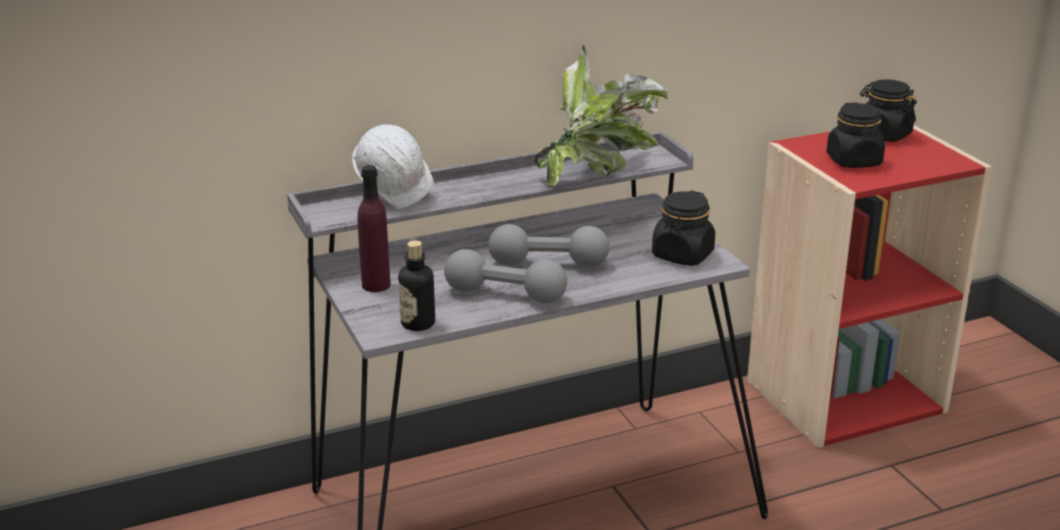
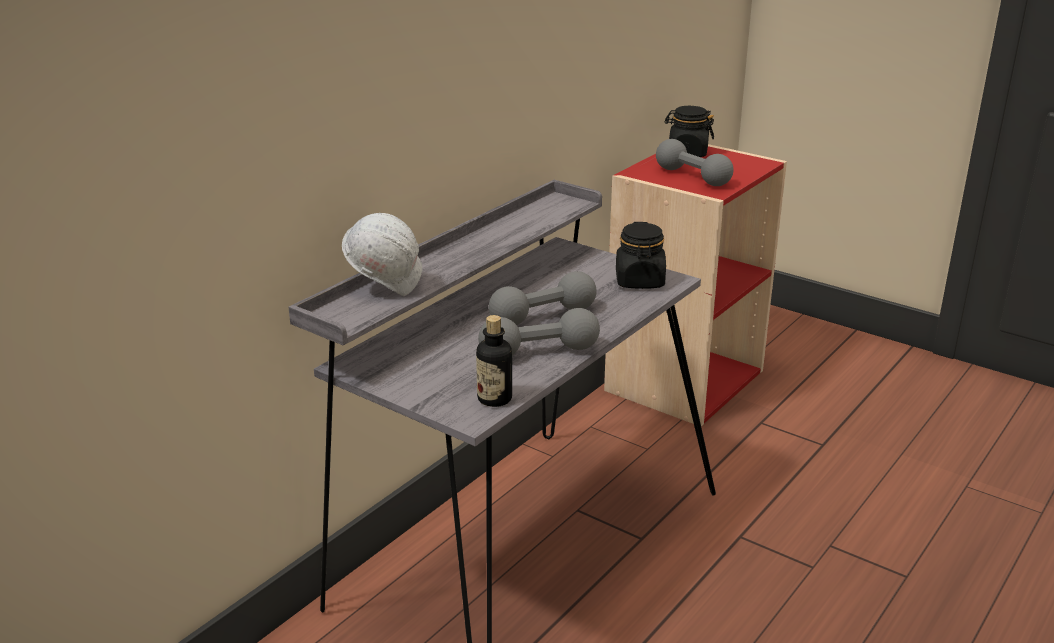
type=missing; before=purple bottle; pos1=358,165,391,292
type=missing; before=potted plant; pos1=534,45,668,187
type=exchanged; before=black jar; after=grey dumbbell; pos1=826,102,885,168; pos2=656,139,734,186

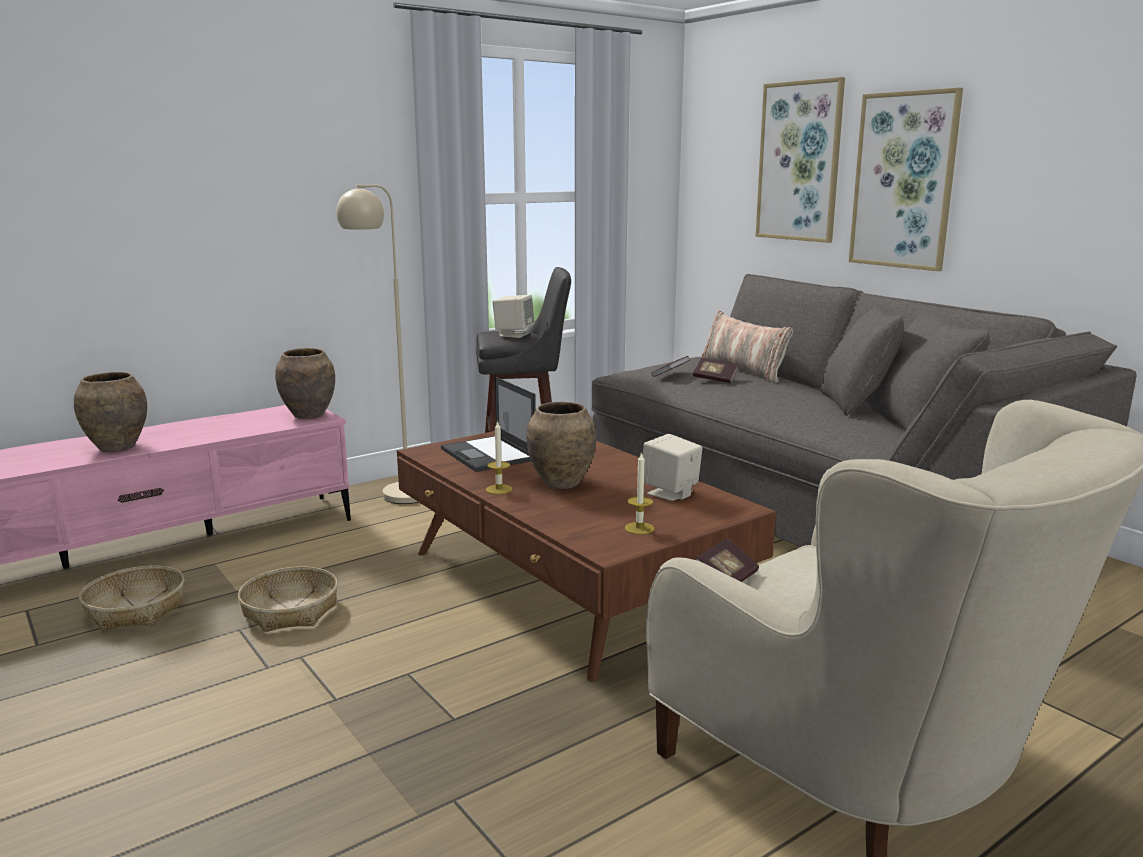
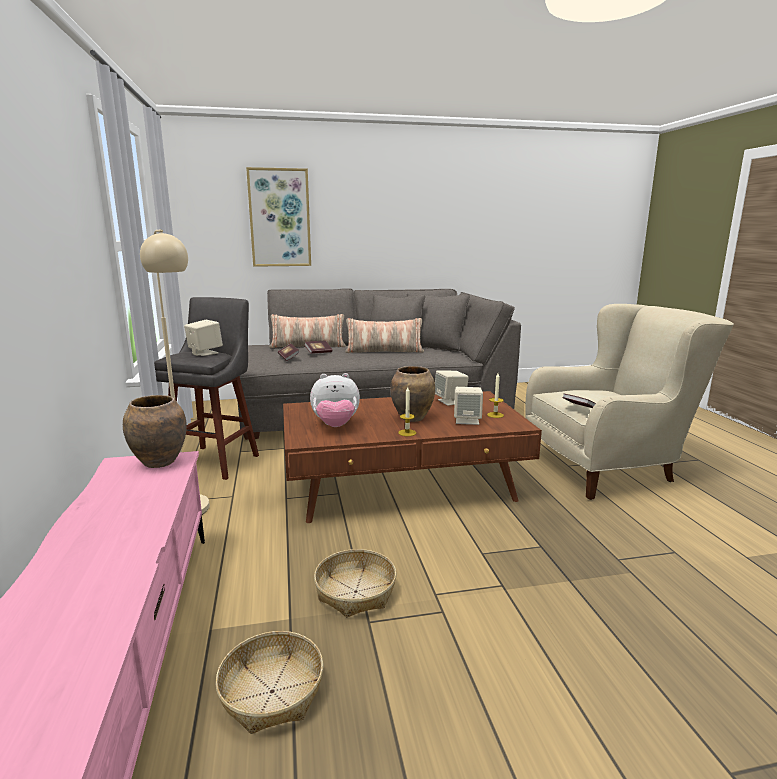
type=missing; before=brown vase; pos1=74,372,147,452
type=missing; before=picture; pos1=849,88,963,271
type=appeared; after=pillow; pos2=345,318,424,353
type=appeared; after=beige speaker; pos2=454,387,483,425
type=exchanged; before=laptop; after=plush toy; pos1=441,377,536,472; pos2=310,373,360,427

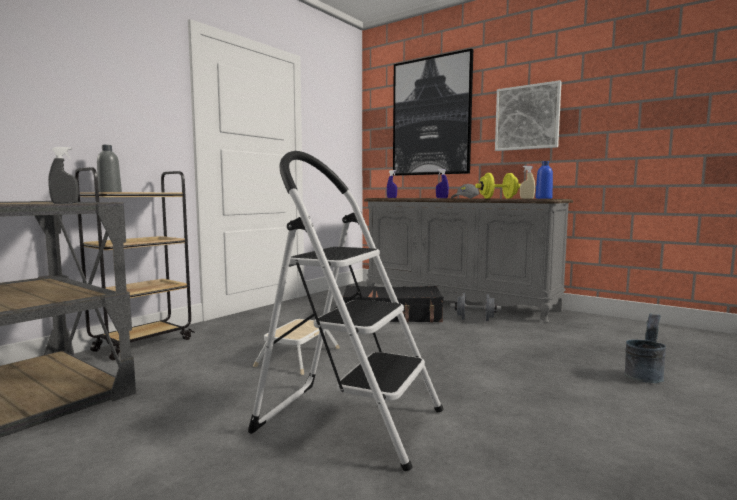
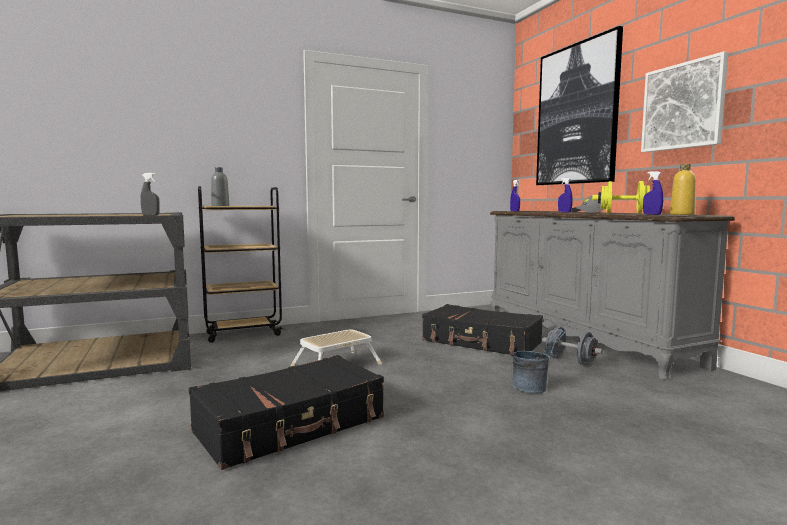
type=relocated; before=grey bucket; pos1=625,313,666,383; pos2=512,329,565,393
type=exchanged; before=step ladder; after=black suitcase; pos1=248,151,444,471; pos2=189,355,384,470
type=colour; before=beige spray bottle; after=blue spray bottle; pos1=520,166,535,199; pos2=643,171,663,215
type=colour; before=blue bottle; after=yellow bottle; pos1=535,161,553,199; pos2=670,164,696,215

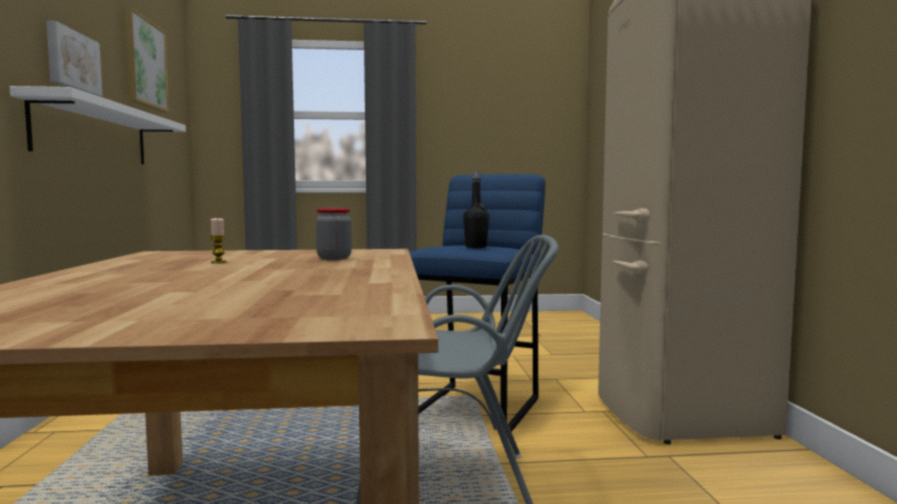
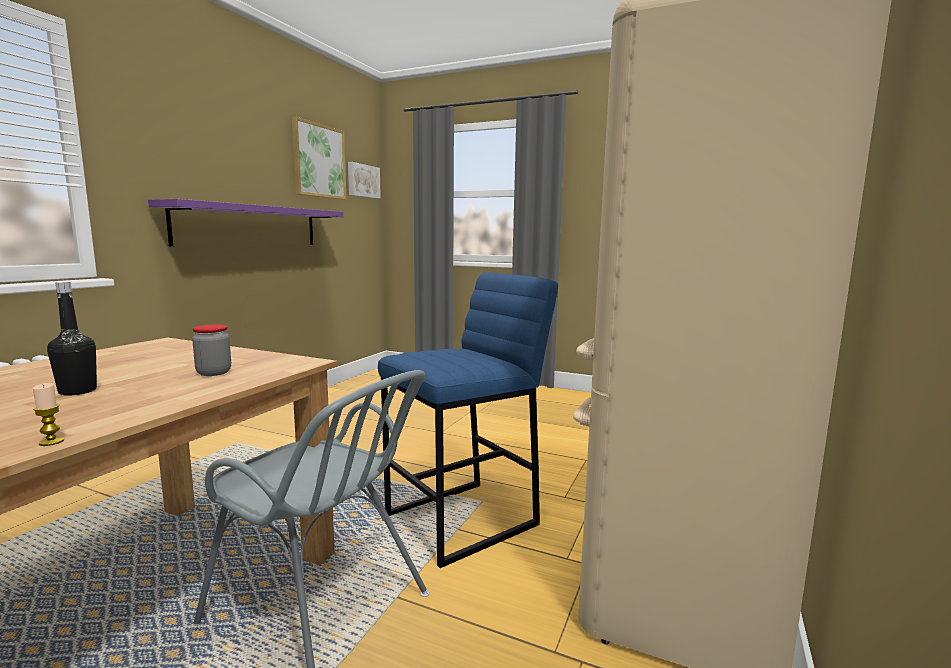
type=relocated; before=picture; pos1=46,20,102,96; pos2=348,162,381,199
type=relocated; before=candle; pos1=210,218,227,264; pos2=33,383,64,446
type=relocated; before=black bottle; pos1=463,171,489,248; pos2=47,282,97,396
type=colour; before=white shelf; after=purple shelf; pos1=10,86,186,165; pos2=148,199,344,246

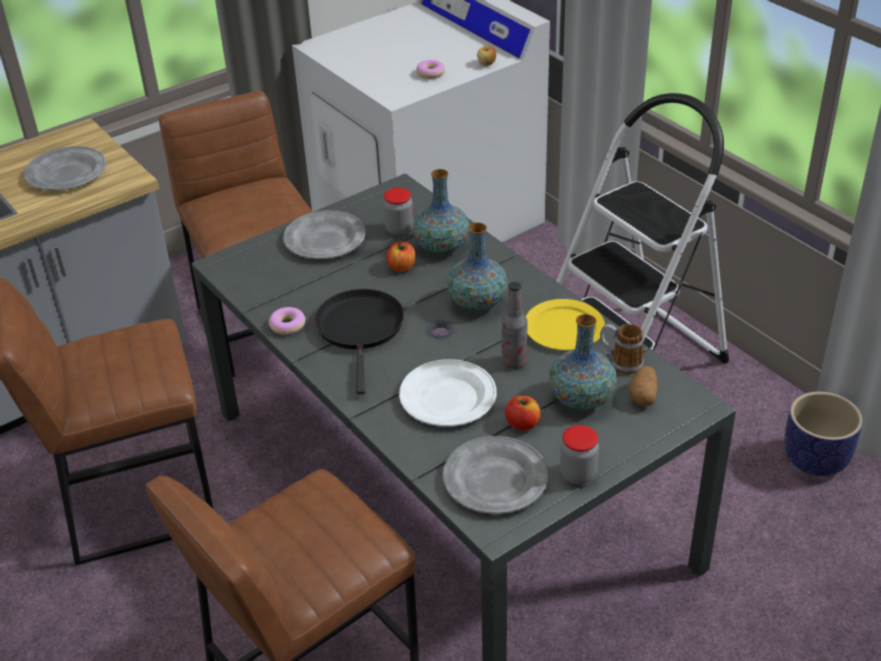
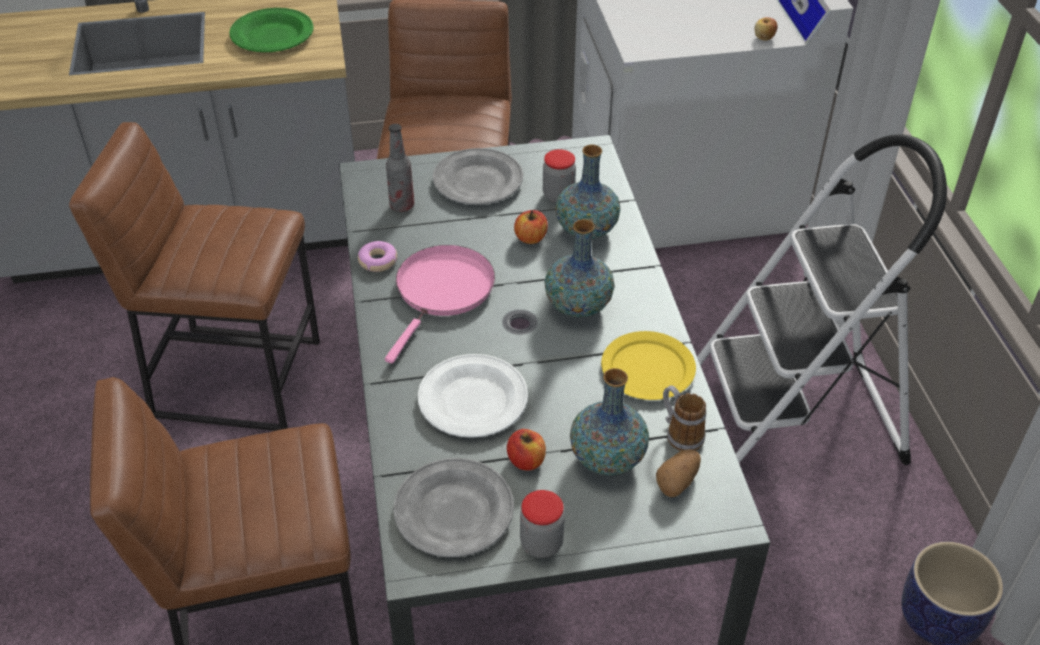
type=missing; before=donut; pos1=416,60,445,79
type=relocated; before=bottle; pos1=502,282,527,369; pos2=386,124,414,212
type=colour; before=grey plate; after=green plate; pos1=24,146,106,190; pos2=229,8,314,52
type=colour; before=black frying pan; after=pink frying pan; pos1=315,289,404,394; pos2=385,245,495,364

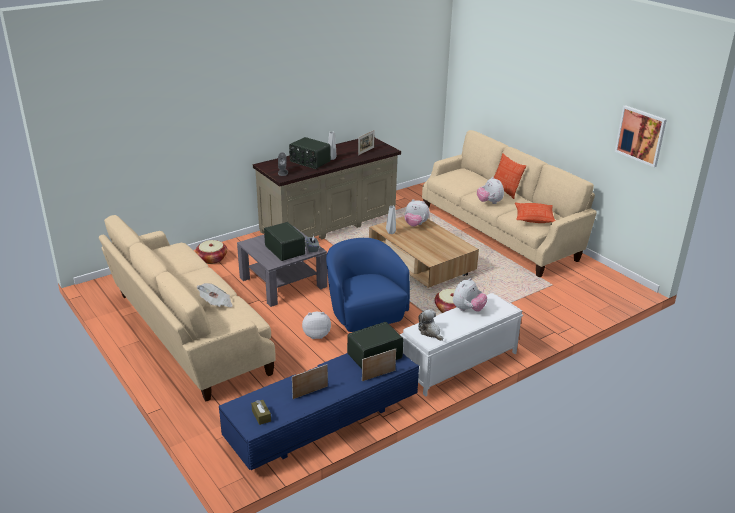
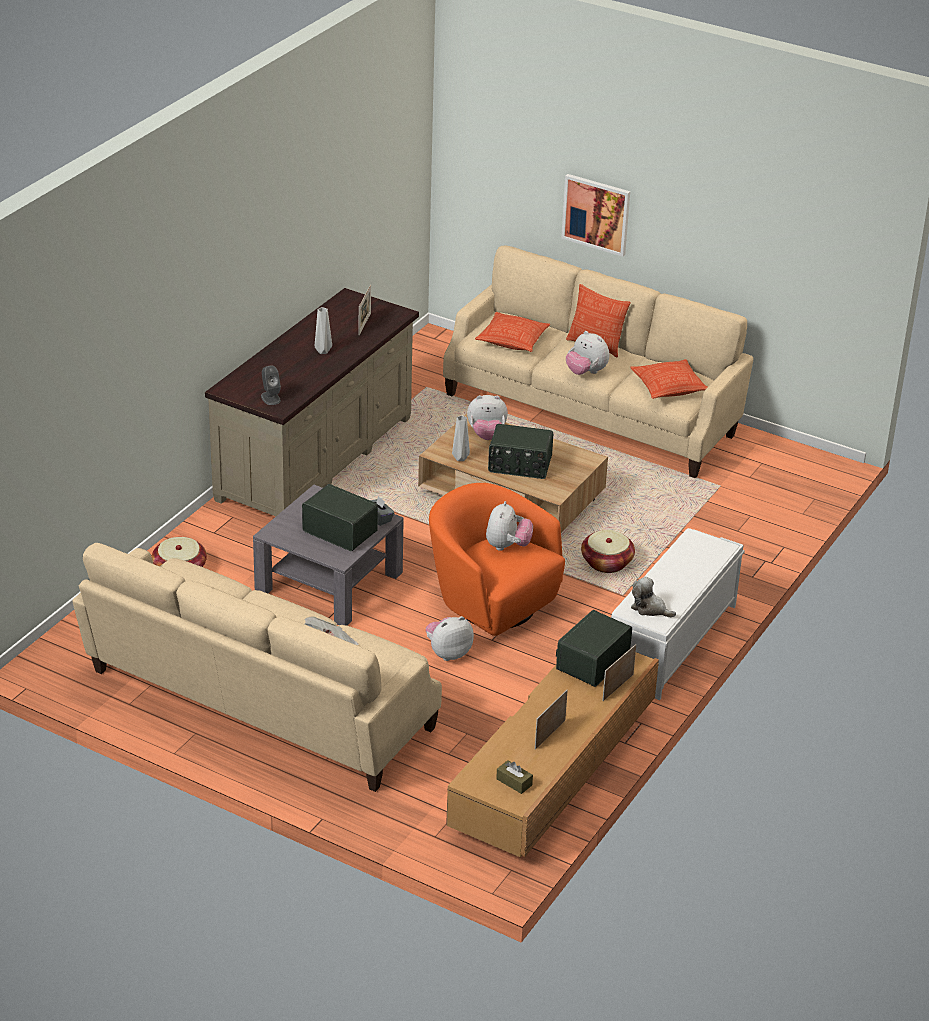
type=appeared; after=orange pillow; pos2=475,312,550,352
type=relocated; before=radio; pos1=289,137,331,169; pos2=488,424,553,479
type=relocated; before=plush toy; pos1=453,278,487,312; pos2=486,501,533,551
type=relocated; before=picture; pos1=615,105,667,167; pos2=561,174,630,257
type=colour; before=blue tv stand; after=brown tv stand; pos1=219,353,419,470; pos2=446,652,659,857
type=colour; before=blue armchair; after=orange armchair; pos1=326,238,410,332; pos2=429,483,565,636

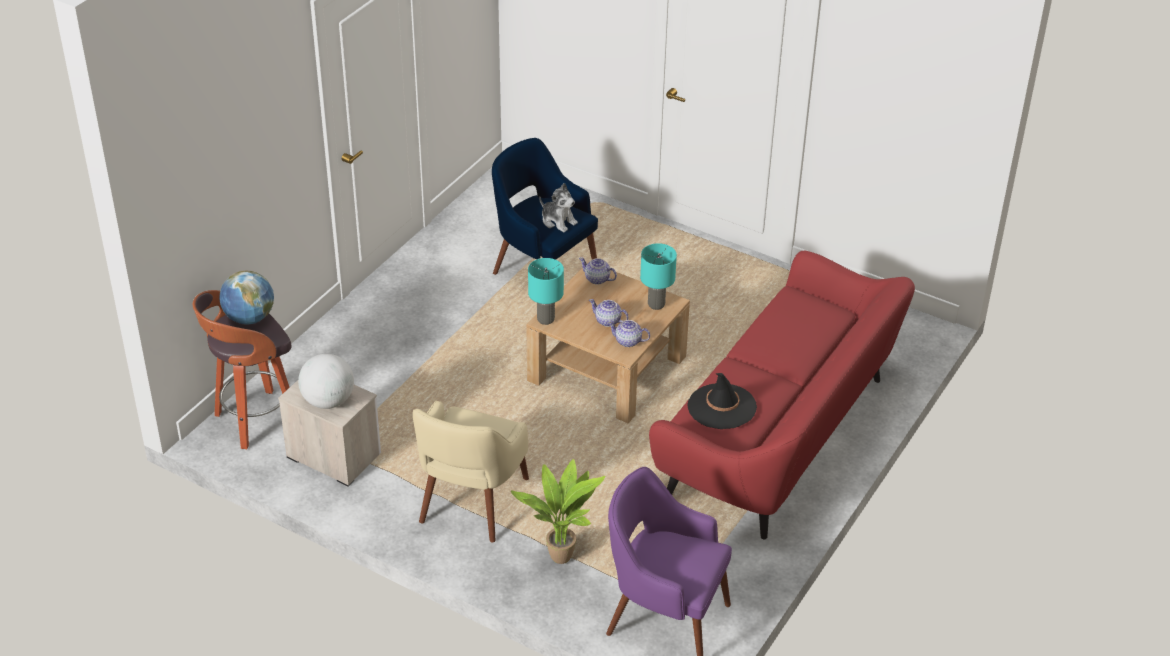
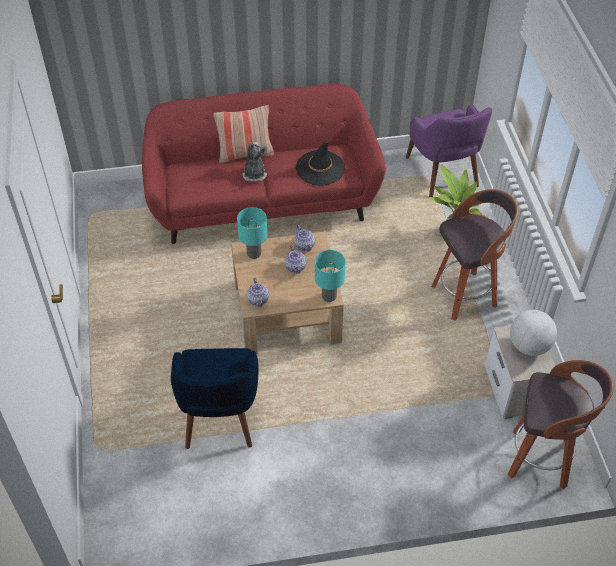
type=missing; before=globe; pos1=219,270,274,325
type=appeared; after=pillow; pos2=213,105,274,163
type=relocated; before=plush toy; pos1=539,183,578,232; pos2=243,142,267,182
type=exchanged; before=beige armchair; after=stool; pos1=413,400,529,543; pos2=431,189,518,321

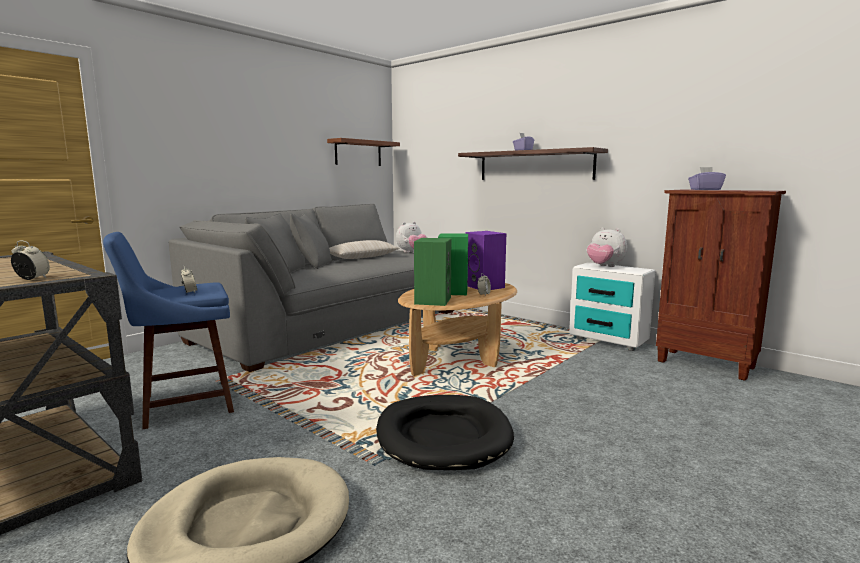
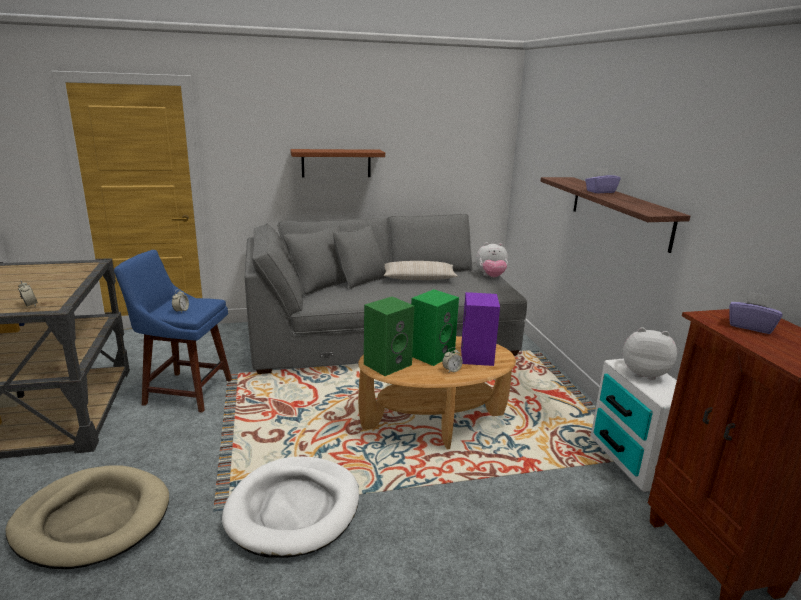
type=relocated; before=brown shelf; pos1=327,138,400,166; pos2=290,149,385,178
type=colour; before=black dog bed; after=white dog bed; pos1=376,395,514,470; pos2=222,456,359,558
type=spun; before=plush toy; pos1=587,227,627,267; pos2=623,327,677,380; turn=120

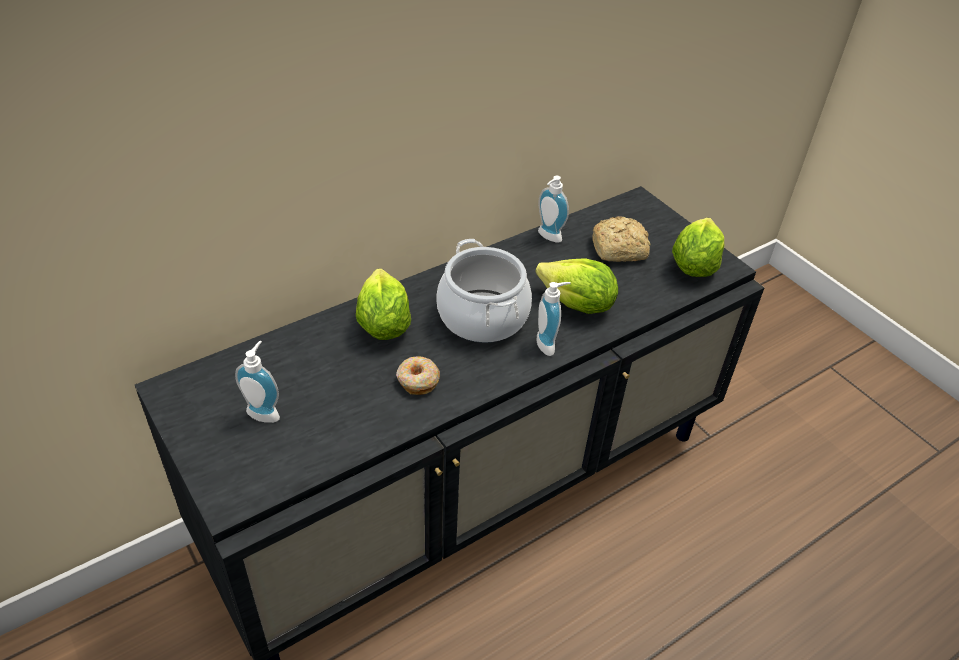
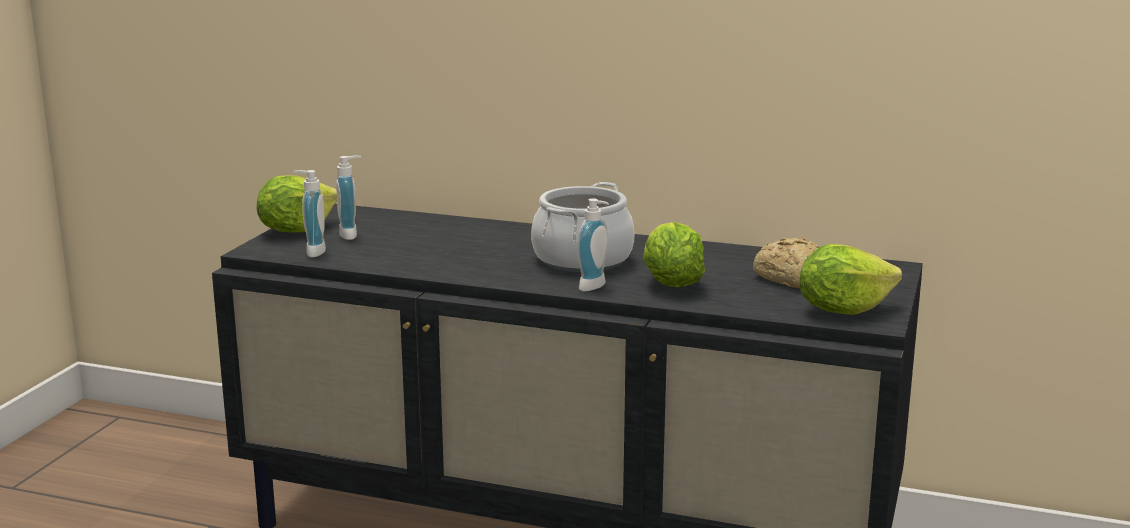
type=missing; before=donut; pos1=396,356,440,395
type=relocated; before=lettuce; pos1=356,269,411,340; pos2=257,176,337,232
type=relocated; before=soap dispenser; pos1=538,176,569,243; pos2=293,170,326,257

